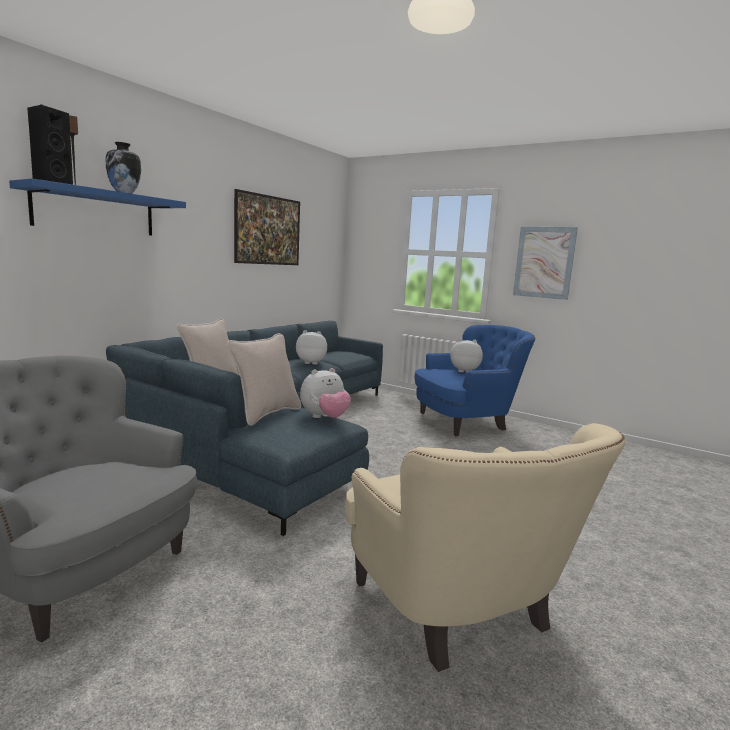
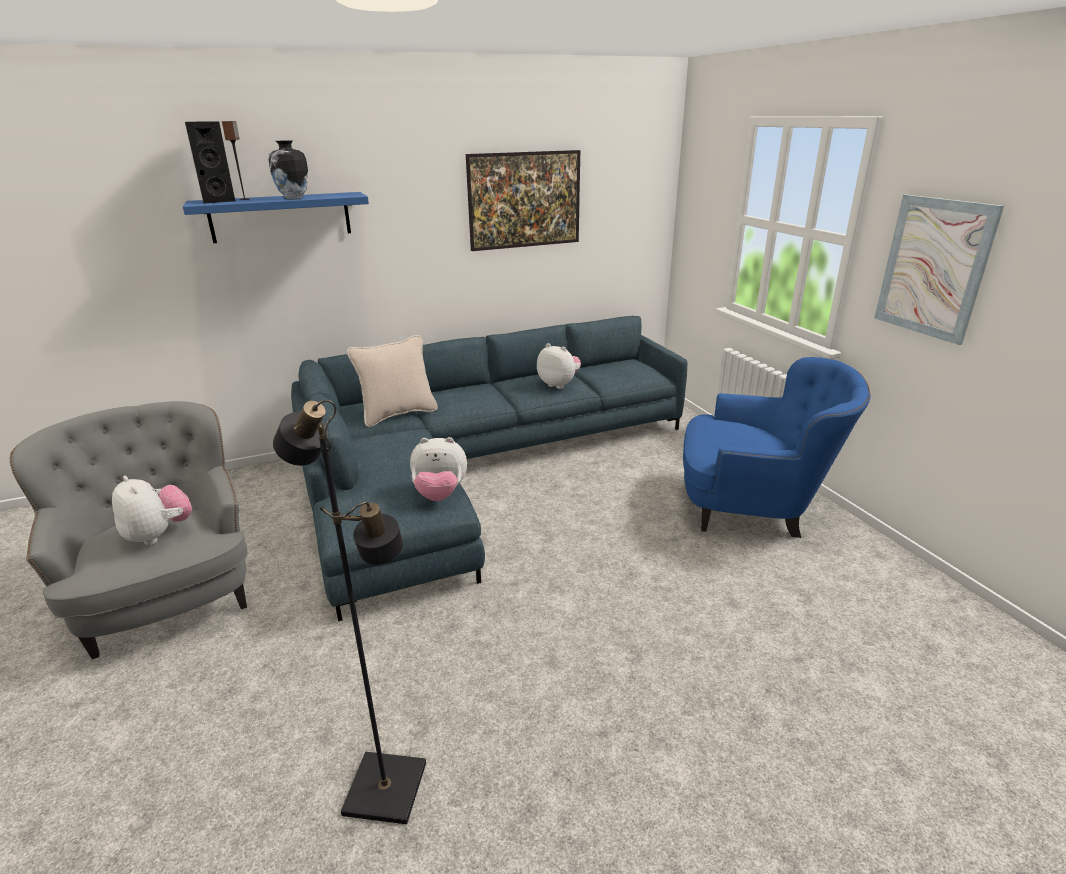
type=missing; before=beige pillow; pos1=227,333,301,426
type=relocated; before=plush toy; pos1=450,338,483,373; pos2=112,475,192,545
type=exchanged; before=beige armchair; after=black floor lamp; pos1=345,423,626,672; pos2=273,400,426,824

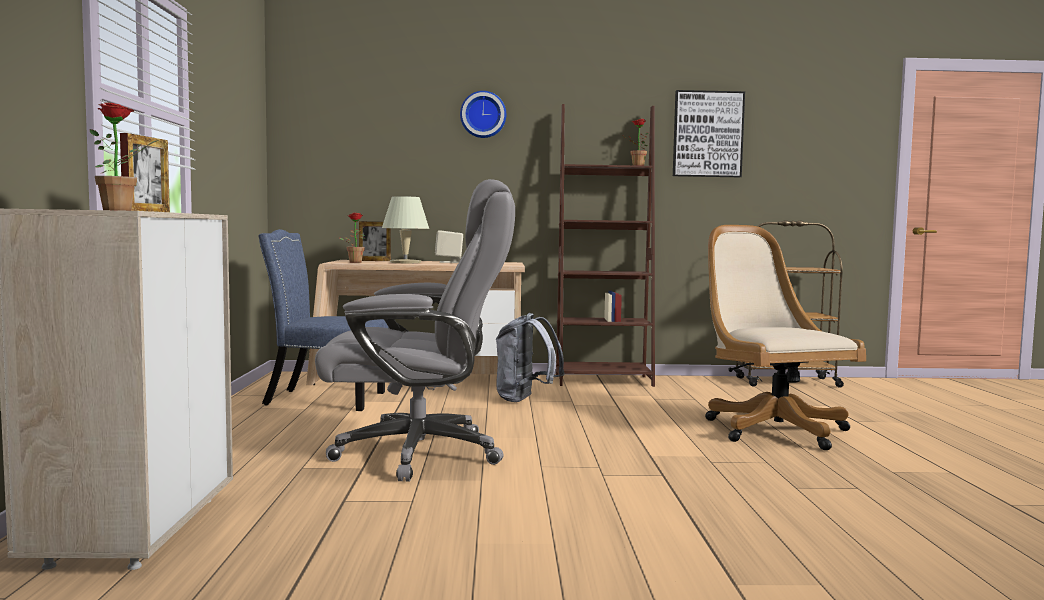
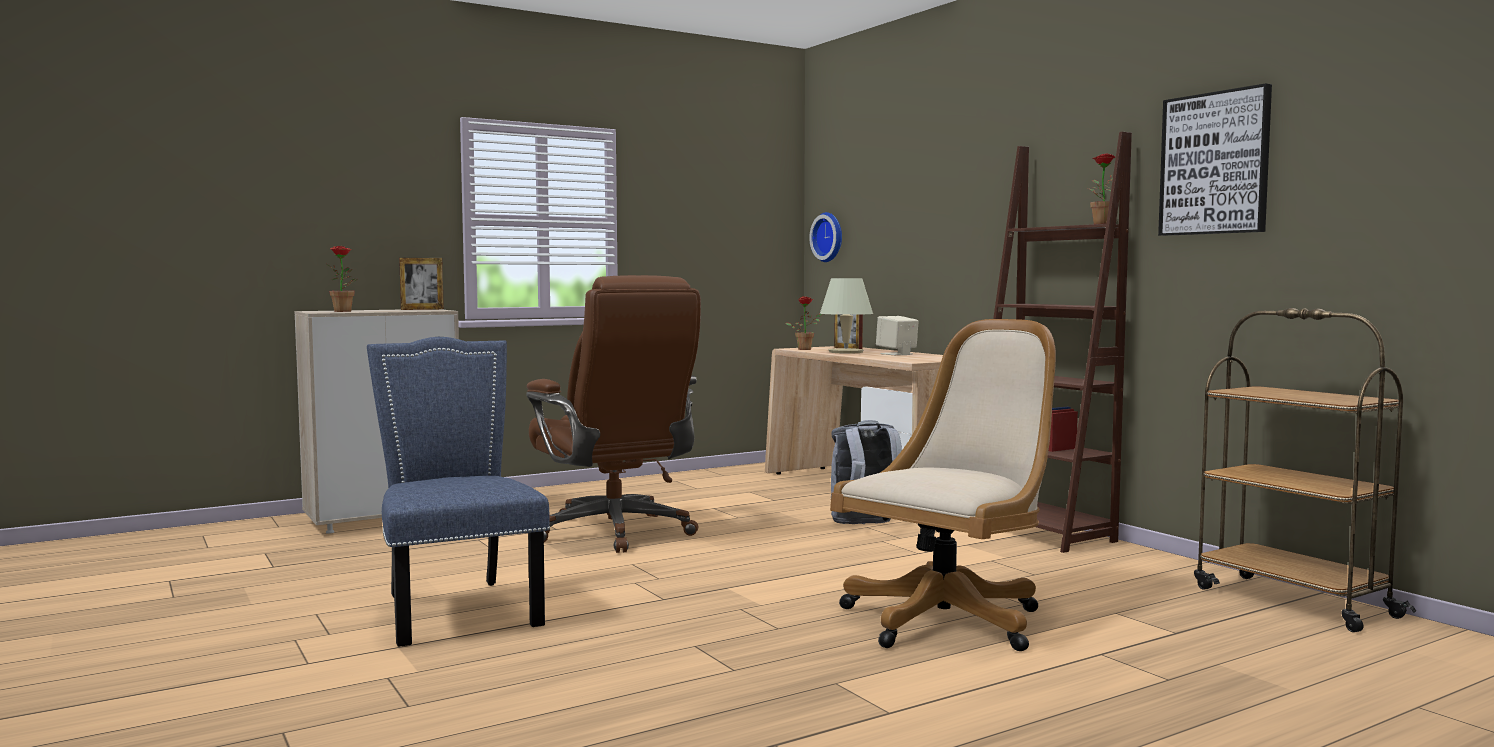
type=relocated; before=blue chair; pos1=258,229,388,411; pos2=367,337,550,647
type=relocated; before=wall clock; pos1=460,91,506,138; pos2=809,212,842,262
type=colour; before=grey office chair; after=brown office chair; pos1=315,179,515,481; pos2=526,275,701,553

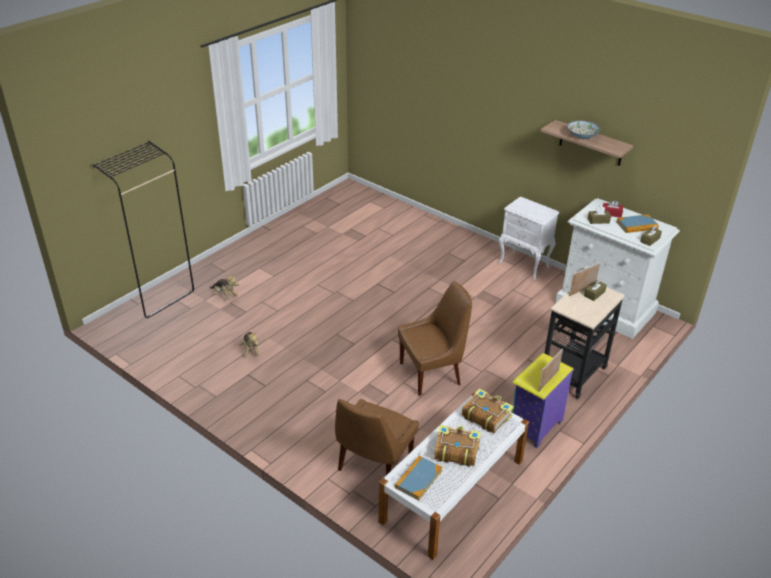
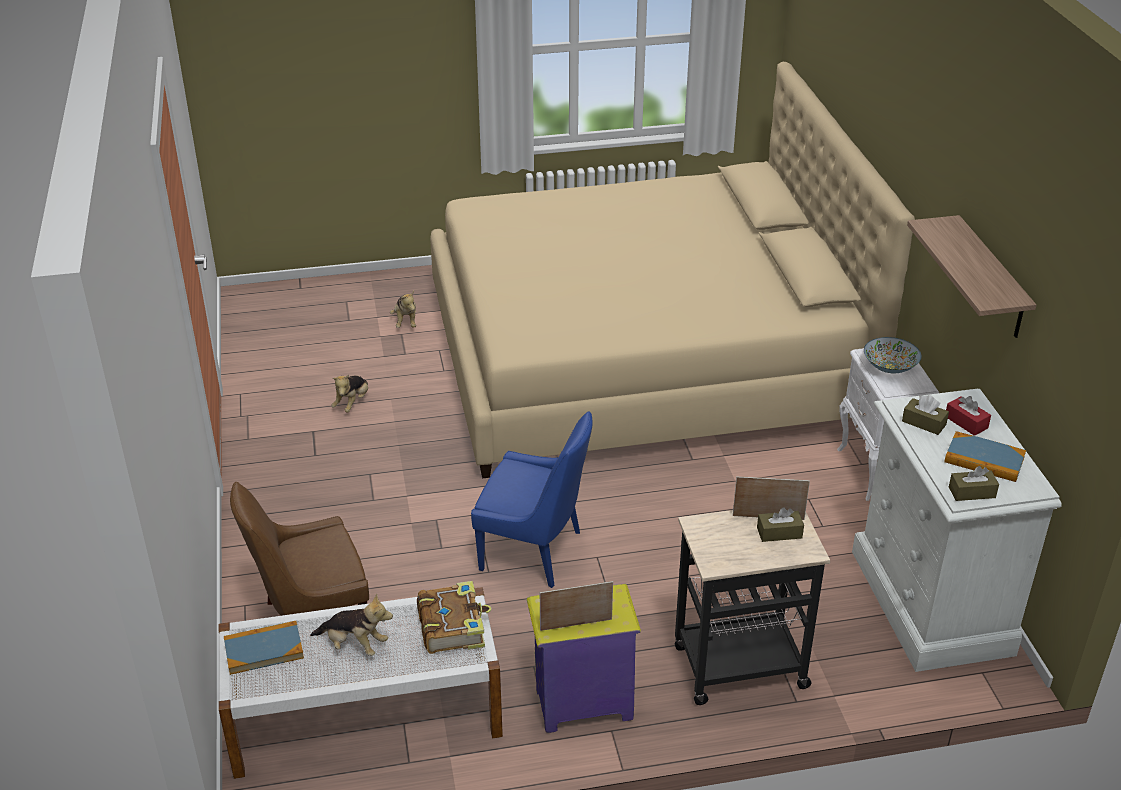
type=missing; before=black clothes rack; pos1=92,140,194,318
type=appeared; after=beige bed; pos2=430,62,915,479
type=relocated; before=bowl; pos1=568,121,601,139; pos2=864,337,921,373
type=exchanged; before=book; after=plush toy; pos1=434,425,481,467; pos2=310,593,393,656
type=colour; before=brown chair; after=blue chair; pos1=398,281,472,396; pos2=471,411,593,588

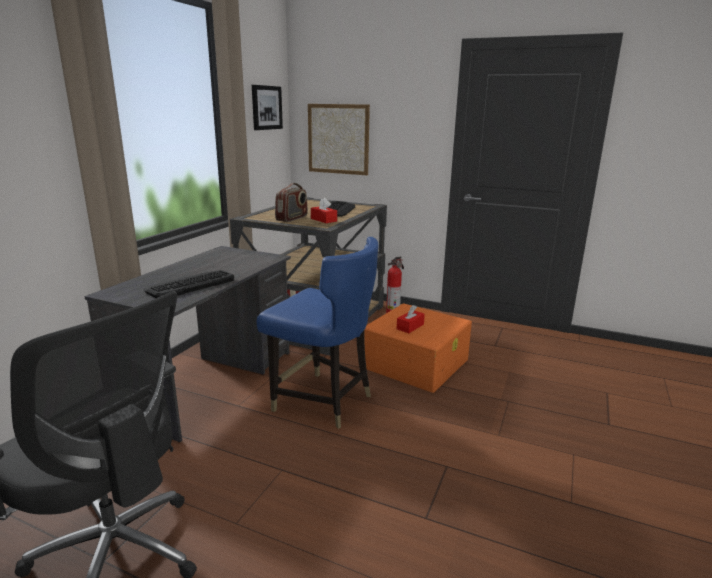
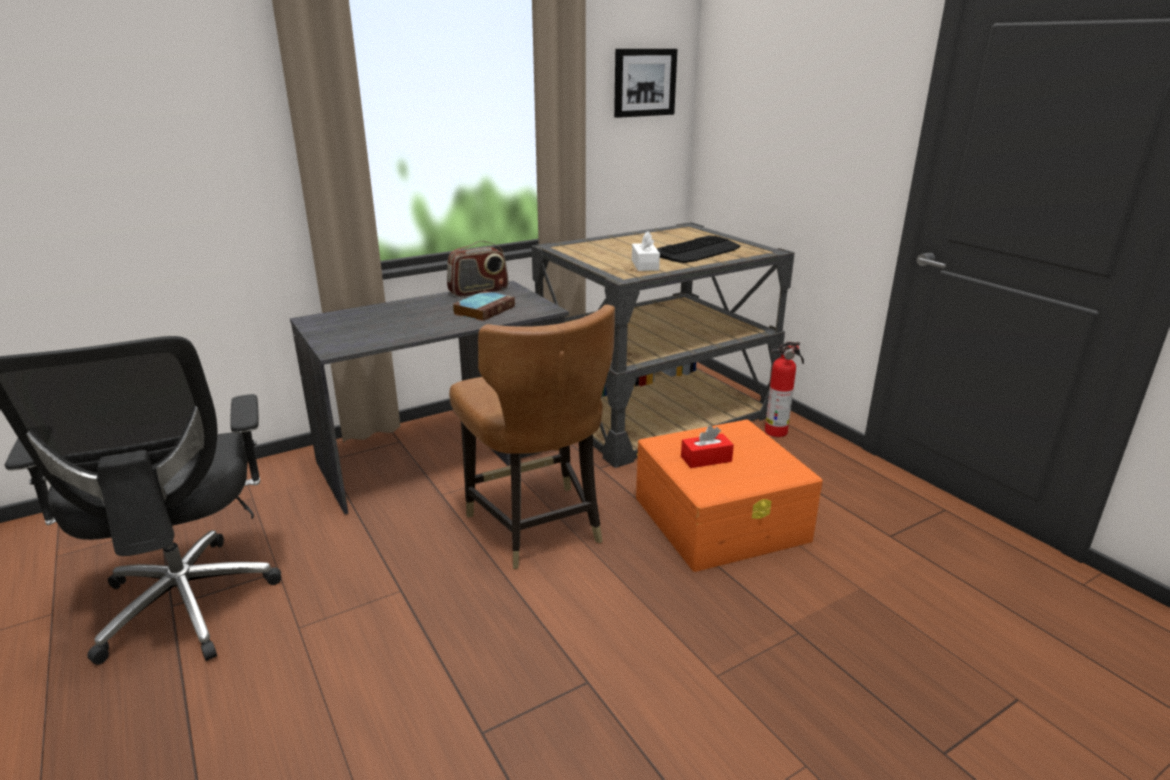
type=missing; before=keyboard; pos1=143,270,234,298
type=missing; before=picture; pos1=308,102,370,175
type=appeared; after=book; pos2=453,291,515,321
type=relocated; before=radio; pos1=275,183,308,222; pos2=447,241,508,297
type=colour; before=blue chair; after=brown chair; pos1=257,237,378,429; pos2=449,304,615,569
type=colour; before=red tissue box; after=white tissue box; pos1=311,198,337,223; pos2=632,232,660,271

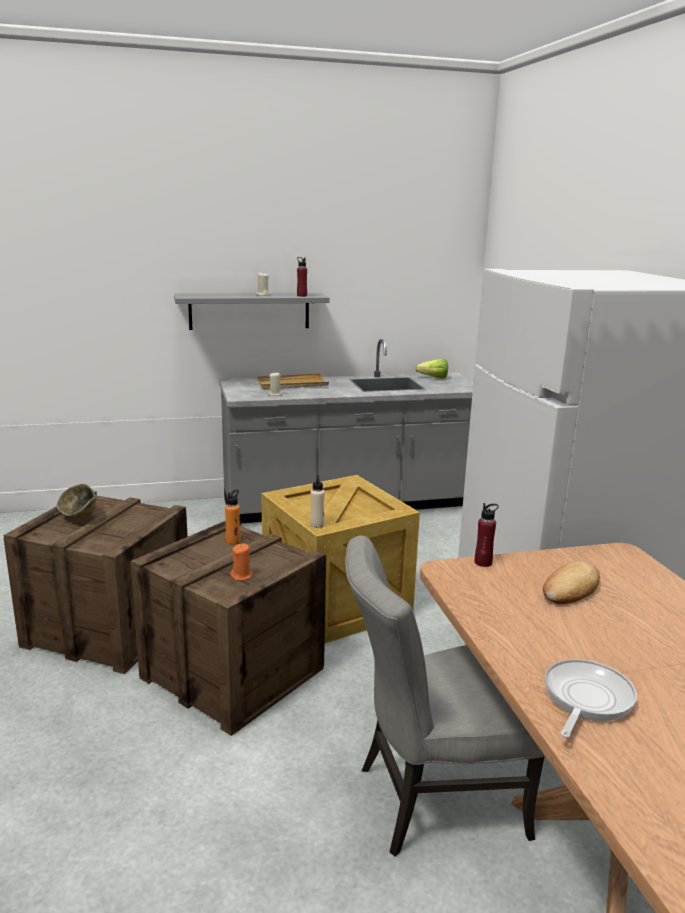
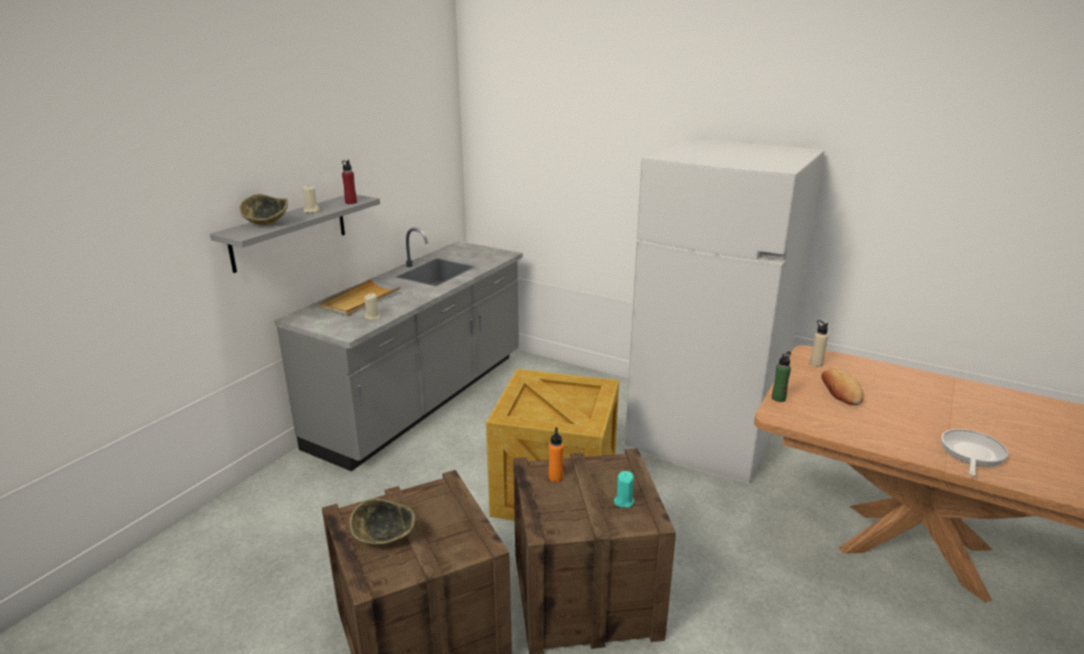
type=missing; before=grey chair; pos1=345,535,545,857
type=missing; before=lettuce; pos1=415,359,448,379
type=appeared; after=bowl; pos2=239,194,288,225
type=relocated; before=beige bottle; pos1=310,475,325,528; pos2=810,320,828,367
type=colour; before=orange candle; after=turquoise candle; pos1=230,543,253,581; pos2=614,471,634,508
type=colour; before=red bottle; after=green bottle; pos1=475,503,499,567; pos2=772,351,791,402
type=spun; before=frying pan; pos1=545,659,637,738; pos2=941,429,1008,476; turn=45

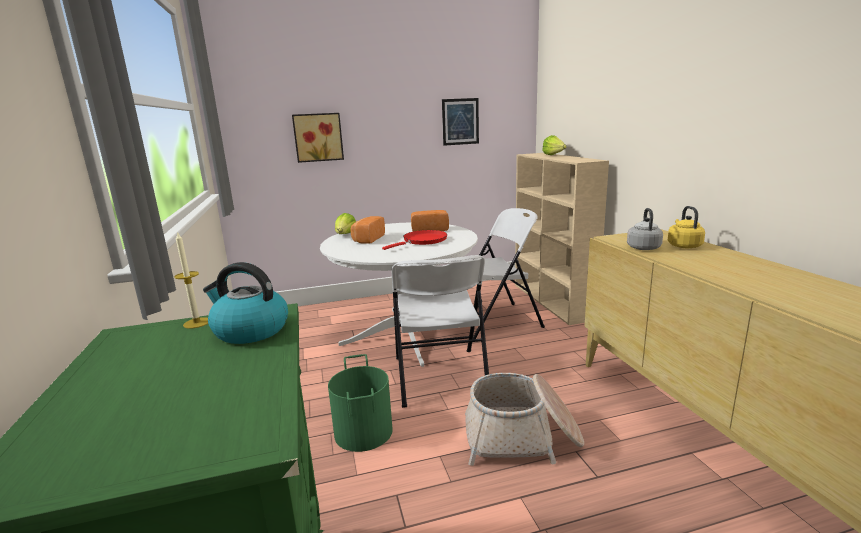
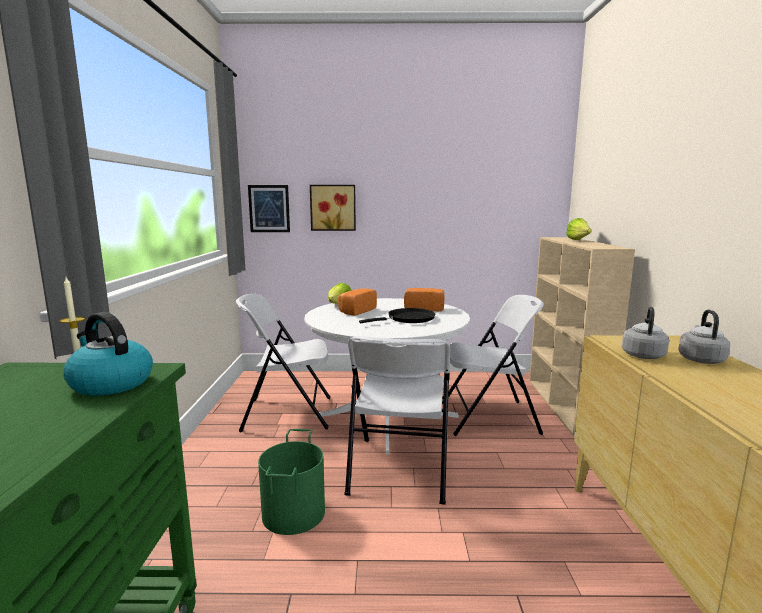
type=missing; before=basket; pos1=465,373,584,466
type=appeared; after=white chair; pos2=236,294,330,433
type=relocated; before=picture; pos1=442,98,479,146; pos2=248,185,290,232
type=colour; before=red frying pan; after=black frying pan; pos1=382,230,447,250; pos2=359,308,435,323
type=colour; before=yellow kettle; after=grey kettle; pos1=668,206,705,248; pos2=678,309,730,364

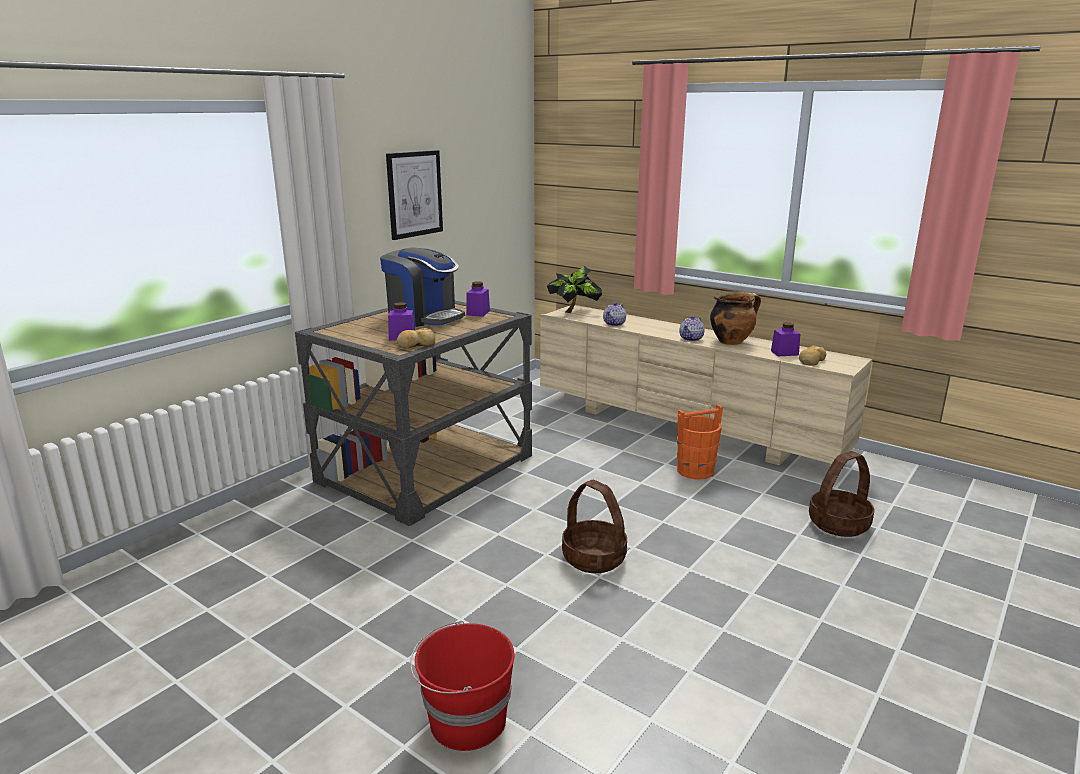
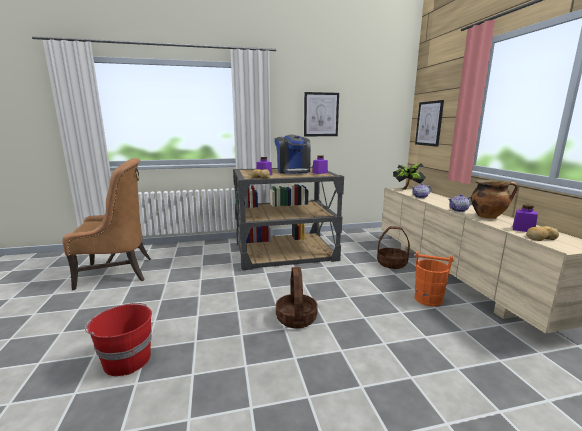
type=appeared; after=brown chair; pos2=62,158,151,290
type=appeared; after=picture; pos2=415,100,444,147
type=relocated; before=basket; pos1=809,451,874,537; pos2=377,226,410,269

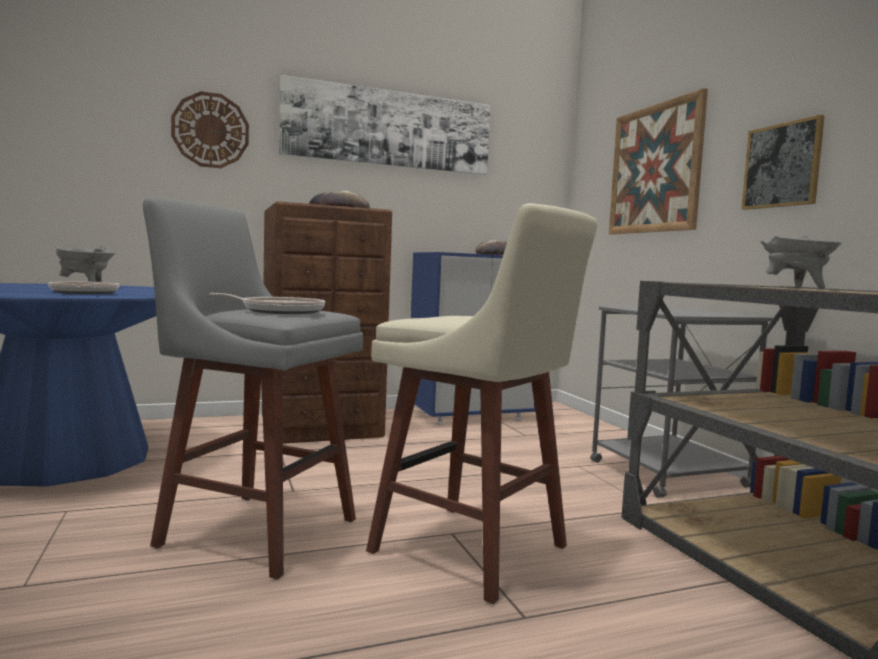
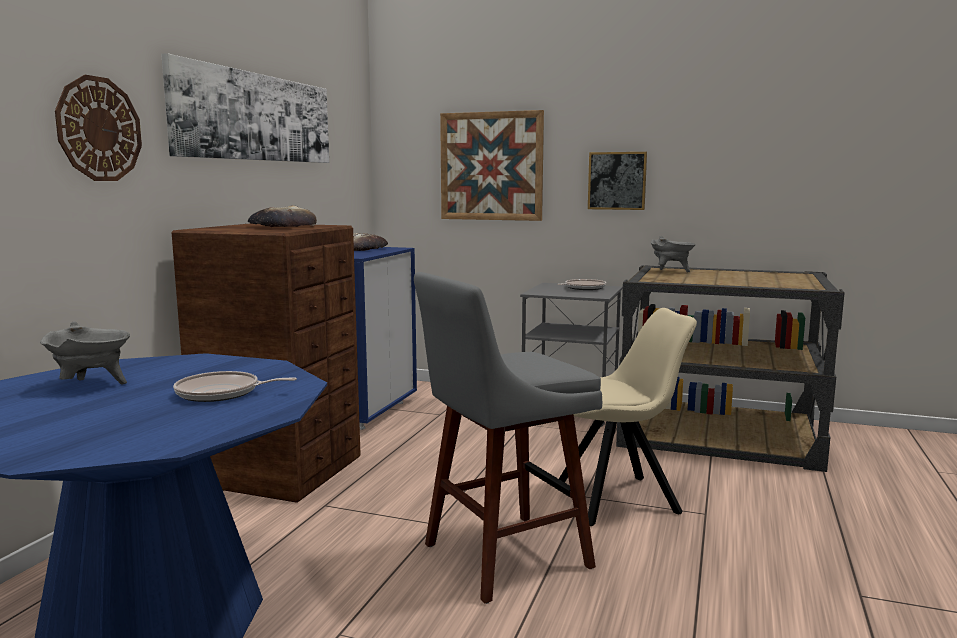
type=relocated; before=frying pan; pos1=209,293,325,314; pos2=557,279,606,290
type=exchanged; before=beige stool; after=beige chair; pos1=366,203,597,604; pos2=559,308,697,526

